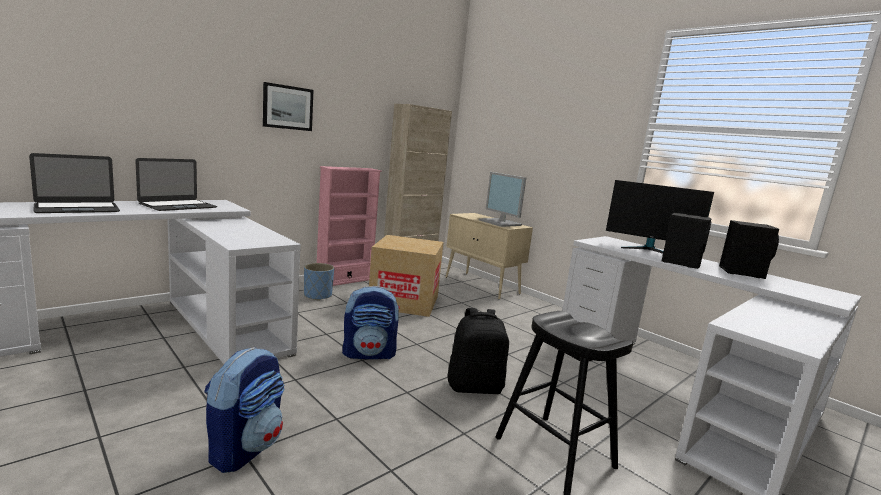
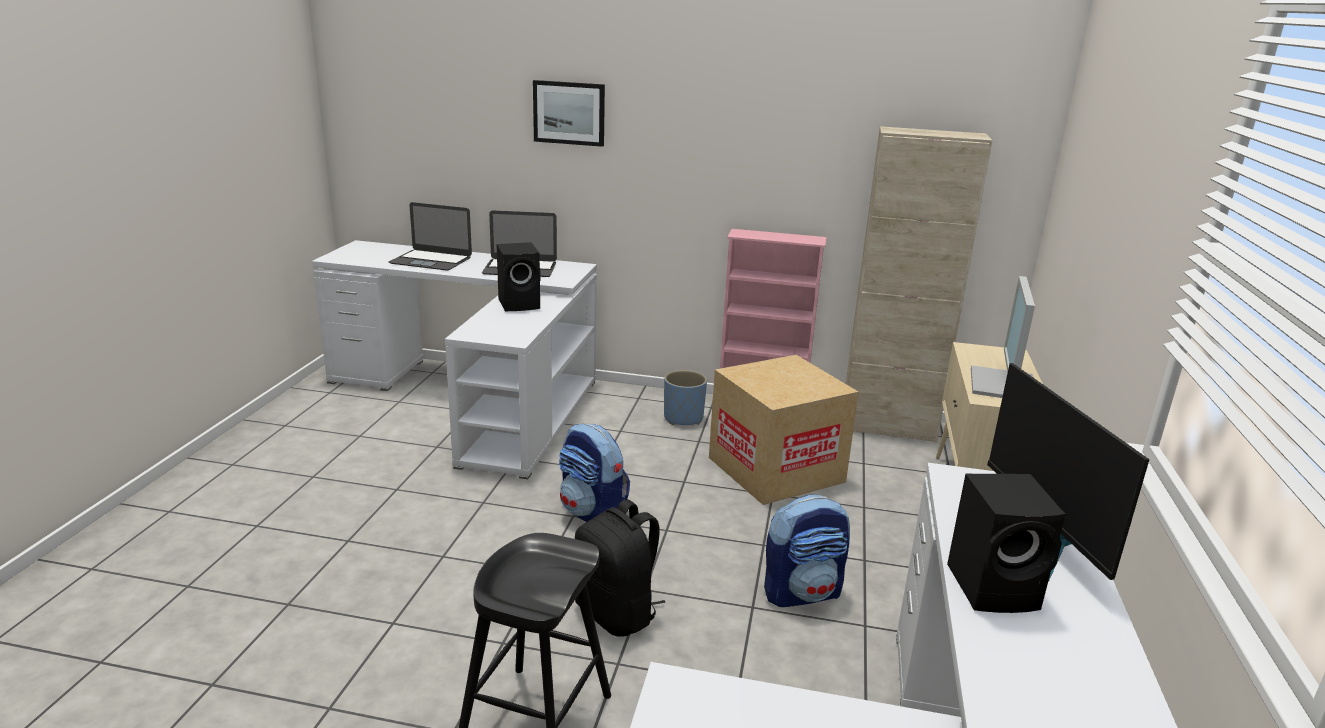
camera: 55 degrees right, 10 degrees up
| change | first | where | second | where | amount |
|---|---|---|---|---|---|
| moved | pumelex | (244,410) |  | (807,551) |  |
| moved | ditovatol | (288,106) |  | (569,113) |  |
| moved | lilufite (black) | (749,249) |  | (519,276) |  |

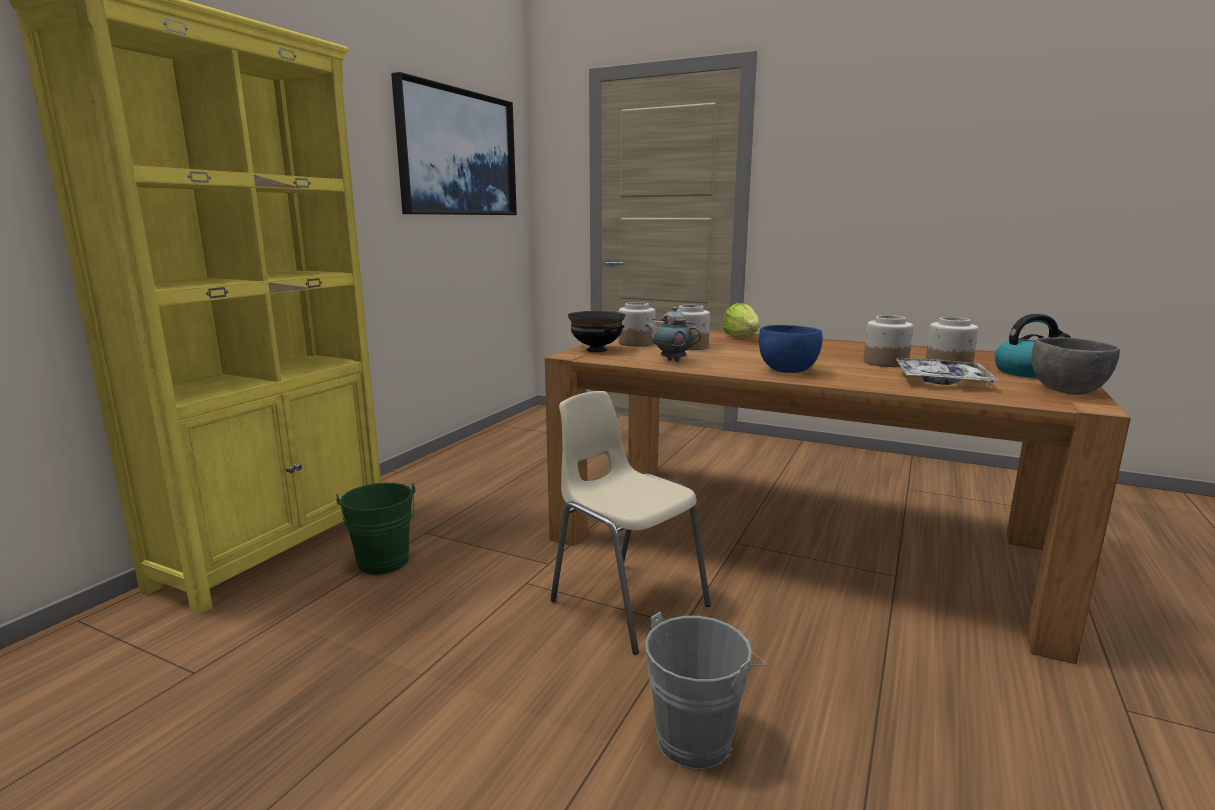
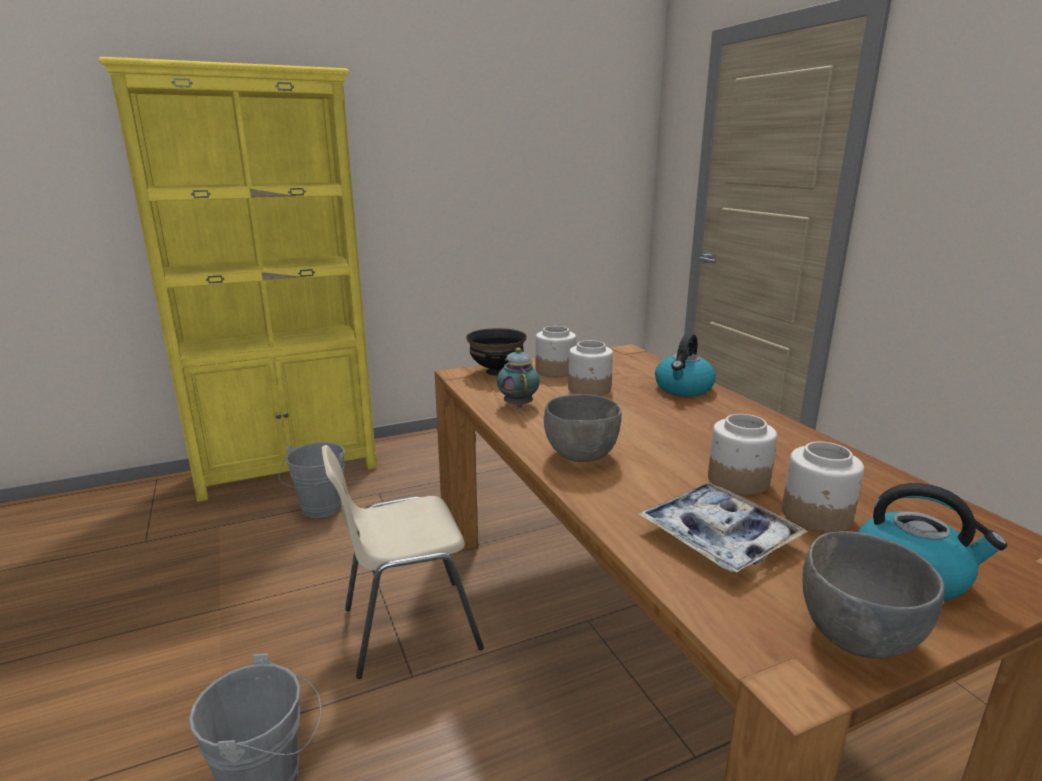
camera: 40 degrees right, 5 degrees up
| change | first | where | second | where | amount |
|---|---|---|---|---|---|
| removed | ditovatol | (454,143) |  |  |  |
| replaced | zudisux | (741,320) | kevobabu | (685,365) |  |
| recoloured | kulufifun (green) | (376,529) | kulufifun (grey) | (312,480) |  |
| recoloured | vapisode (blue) | (791,349) | vapisode (grey) | (583,428) |  |
| turned | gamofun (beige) | (630,523) |  | (403,562) | 105 degrees counterclockwise |

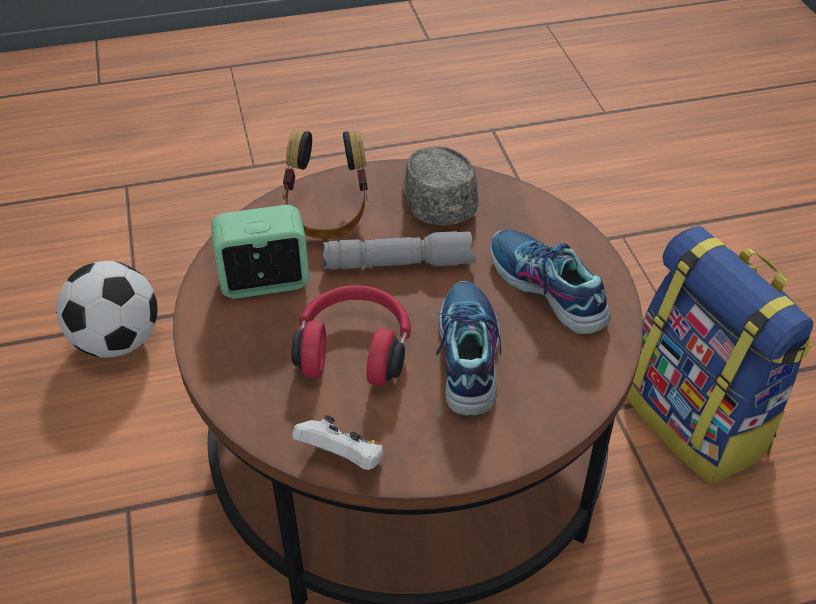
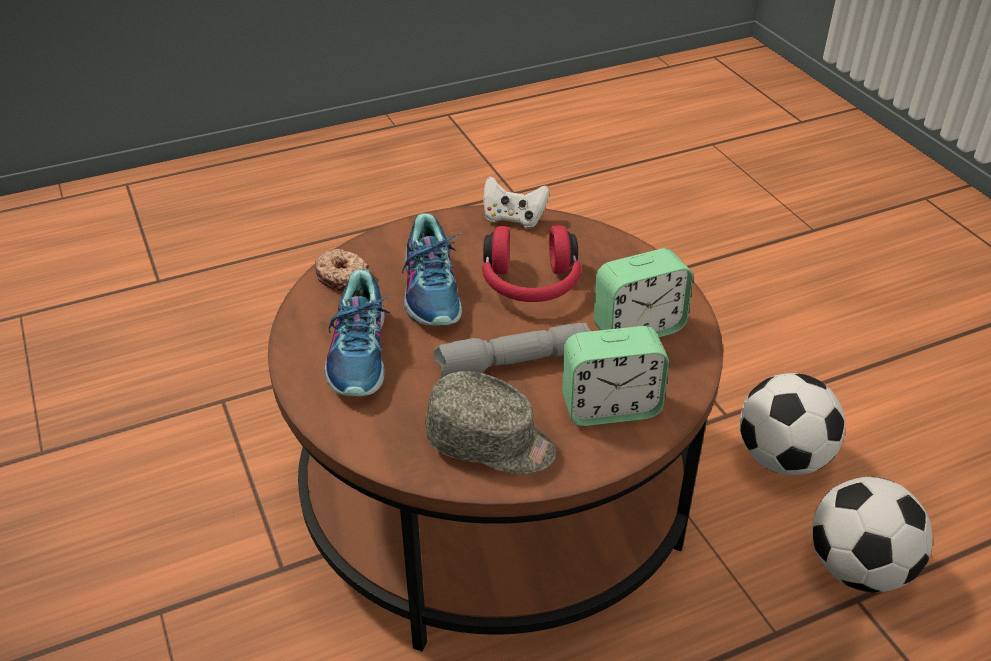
camera: 170 degrees right, 5 degrees down
| change | first | where | second | where | amount |
|---|---|---|---|---|---|
| removed | pumelex | (720,355) |  |  |  |
| added |  |  | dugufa | (342,270) |  |
| added |  |  | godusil | (793,424) |  |
| replaced | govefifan | (325,185) | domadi | (615,376) |  |
| turned | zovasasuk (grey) | (440,185) |  | (490,422) | 45 degrees counterclockwise |
| turned | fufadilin | (550,282) |  | (357,333) | 45 degrees clockwise |

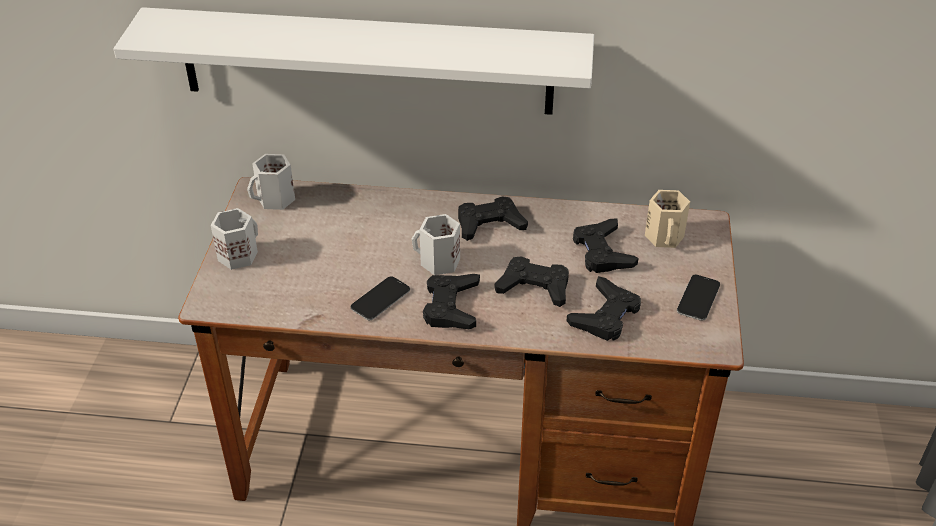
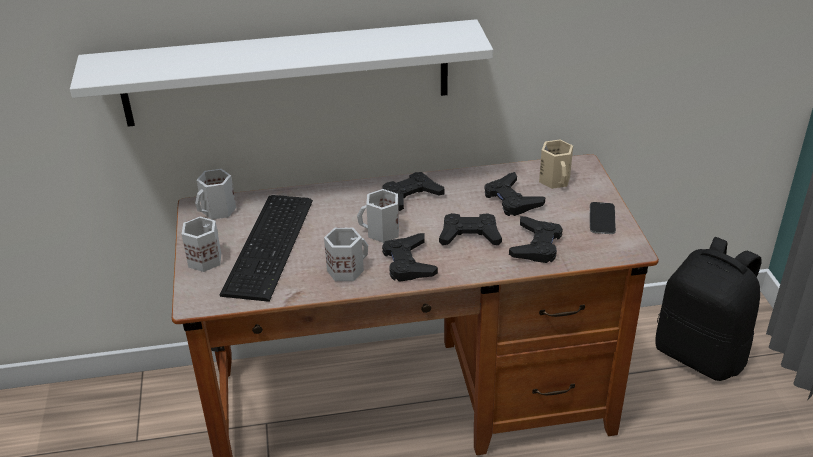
camera: 15 degrees left, 5 degrees down
| change | first | where | second | where | amount |
|---|---|---|---|---|---|
| added |  |  | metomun | (266,248) |  |
| added |  |  | pumelex (black) | (708,309) |  |
| replaced | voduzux | (380,298) | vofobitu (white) | (346,254) |  |

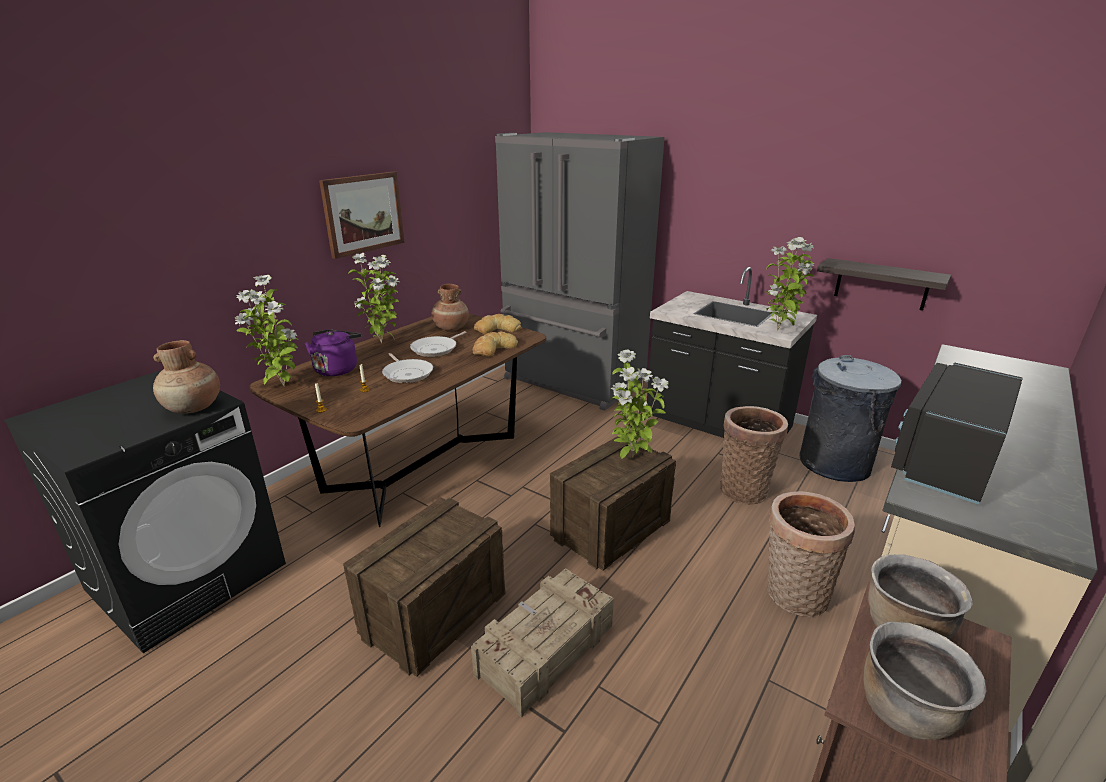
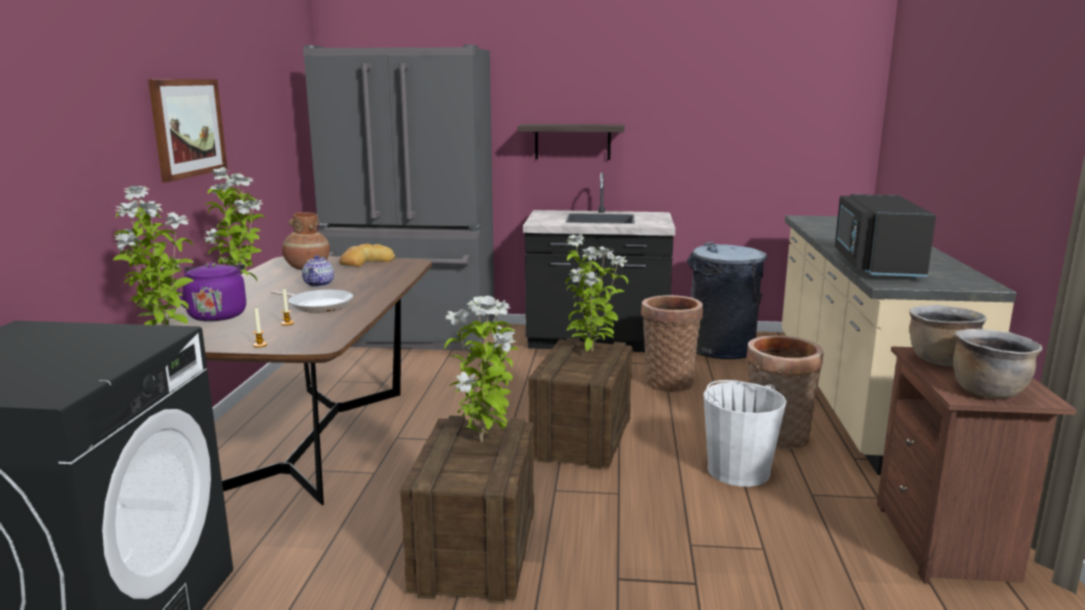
camera: 30 degrees left, 10 degrees down
| change | first | where | second | where | amount |
|---|---|---|---|---|---|
| removed | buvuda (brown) | (186,376) |  |  |  |
| removed | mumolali | (542,643) |  |  |  |
| removed | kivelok | (495,344) |  |  |  |
| added |  |  | kulufifun (white) | (745,433) |  |
| moved | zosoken | (789,284) |  | (481,369) |  |
| moved | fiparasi | (884,284) |  | (571,142) |  |
| replaced | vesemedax | (438,344) | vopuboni | (318,271) |  |

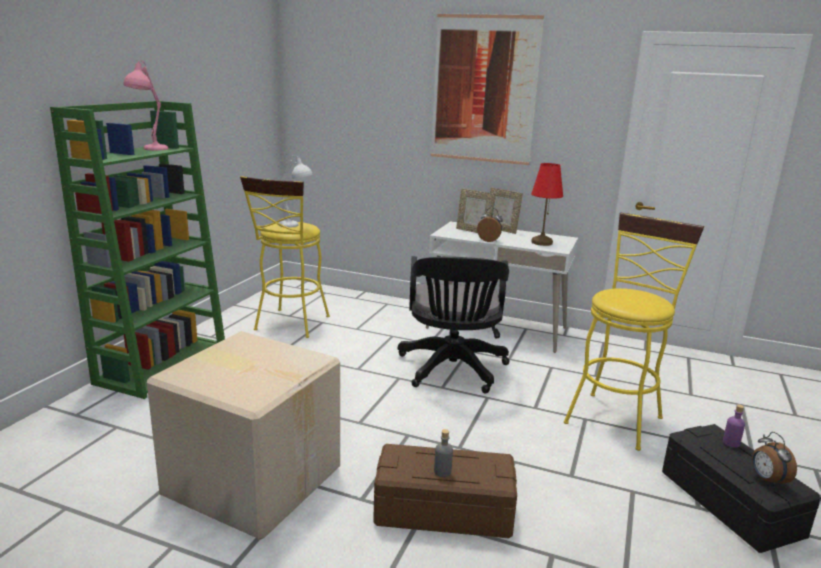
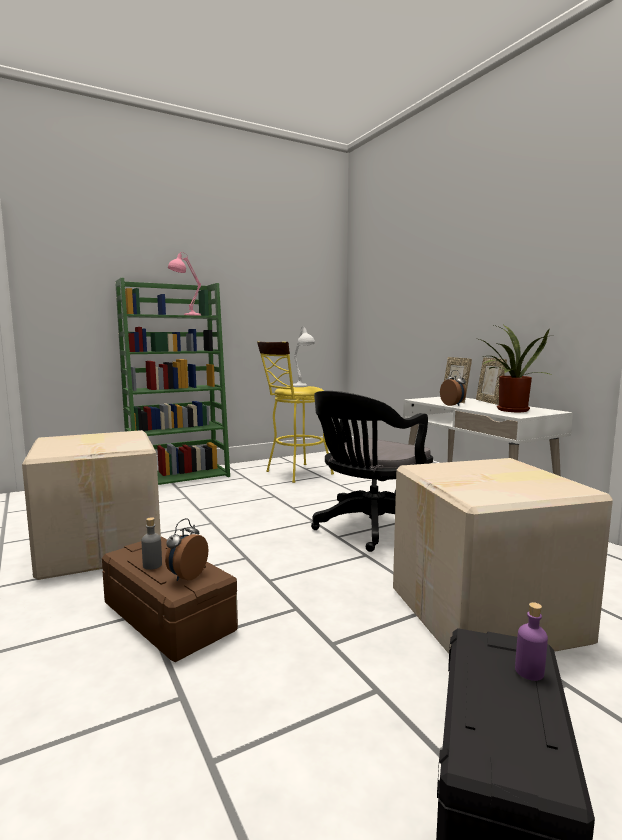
camera: 40 degrees right, 10 degrees down
| change | first | where | second | where | amount |
|---|---|---|---|---|---|
| removed | ditovatol | (487,89) |  |  |  |
| moved | domadi | (774,459) |  | (186,549) |  |
| replaced | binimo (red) | (547,204) | zosoken | (516,368) |  |
| replaced | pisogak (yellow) | (634,331) | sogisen | (503,556) |  |

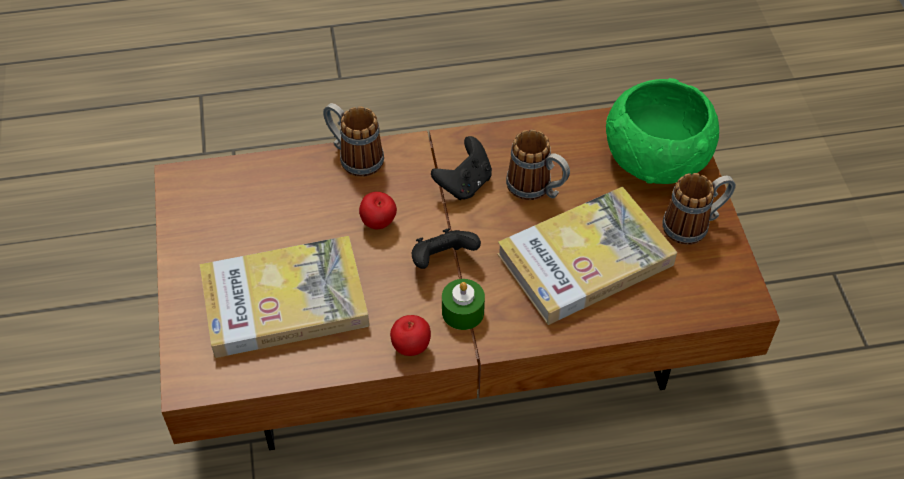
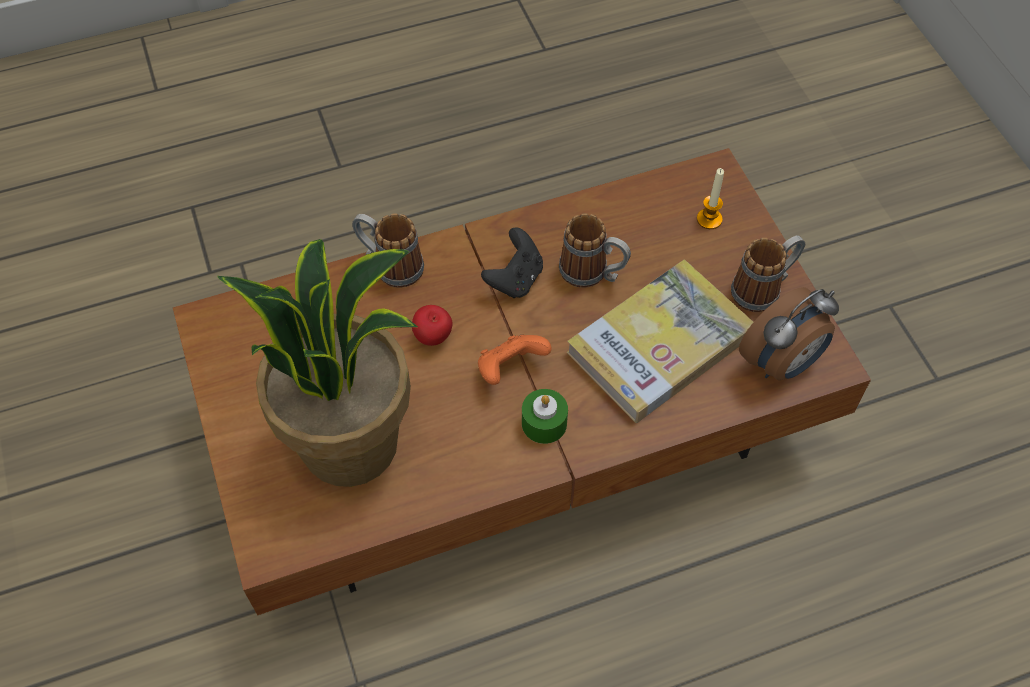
camera: 10 degrees left, 5 degrees up
| change | first | where | second | where | amount |
|---|---|---|---|---|---|
| removed | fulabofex | (410,335) |  |  |  |
| added |  |  | domadi | (789,334) |  |
| replaced | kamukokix | (284,297) | zosoken | (317,363) |  |
| replaced | vapisode (green) | (662,131) | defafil | (710,198) |  |
| recoloured | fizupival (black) | (446,248) | fizupival (orange) | (514,359) |  |

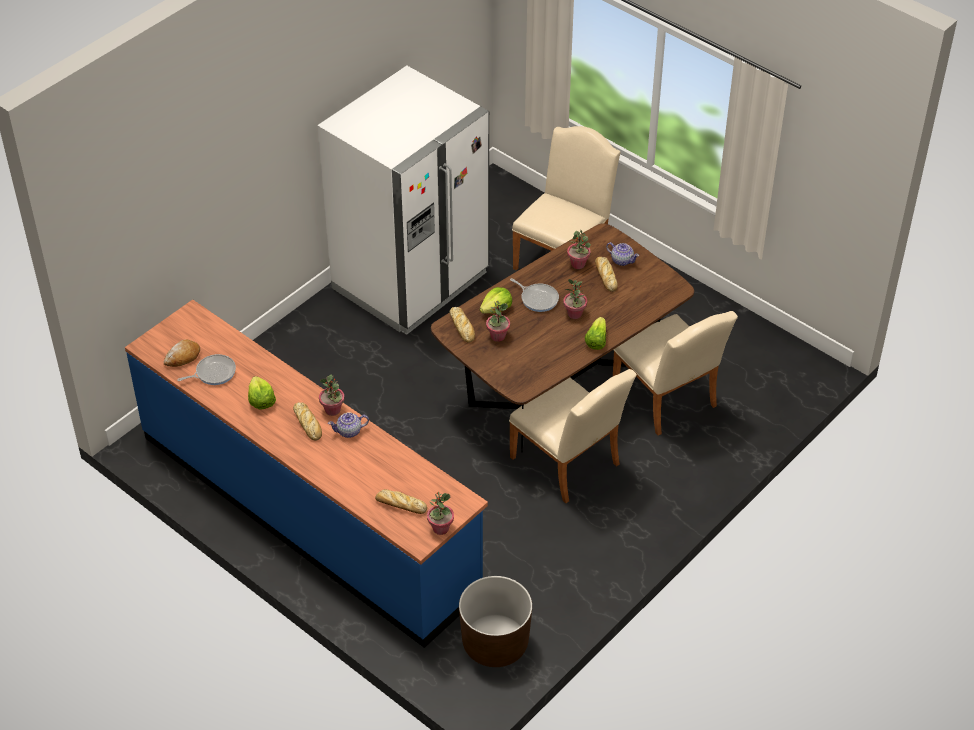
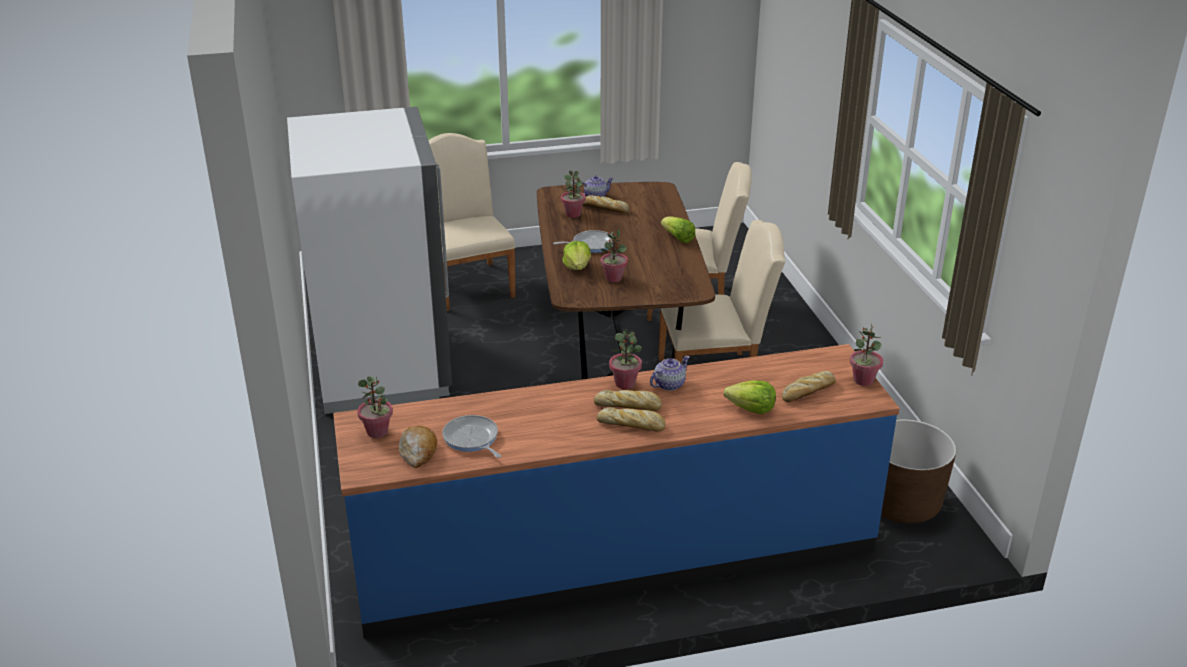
camera: 55 degrees left, 15 degrees down
| change | first | where | second | where | amount |
|---|---|---|---|---|---|
| moved | zudisux | (262,393) |  | (750,397) |  |
| moved | kivelok | (462,325) |  | (631,419) |  |
| moved | zosoken | (575,299) |  | (375,406) |  |
| turned | vesemedax | (206,369) |  | (471,436) | 45 degrees counterclockwise |
| turned | vopuboni | (348,425) |  | (670,373) | 150 degrees counterclockwise |

